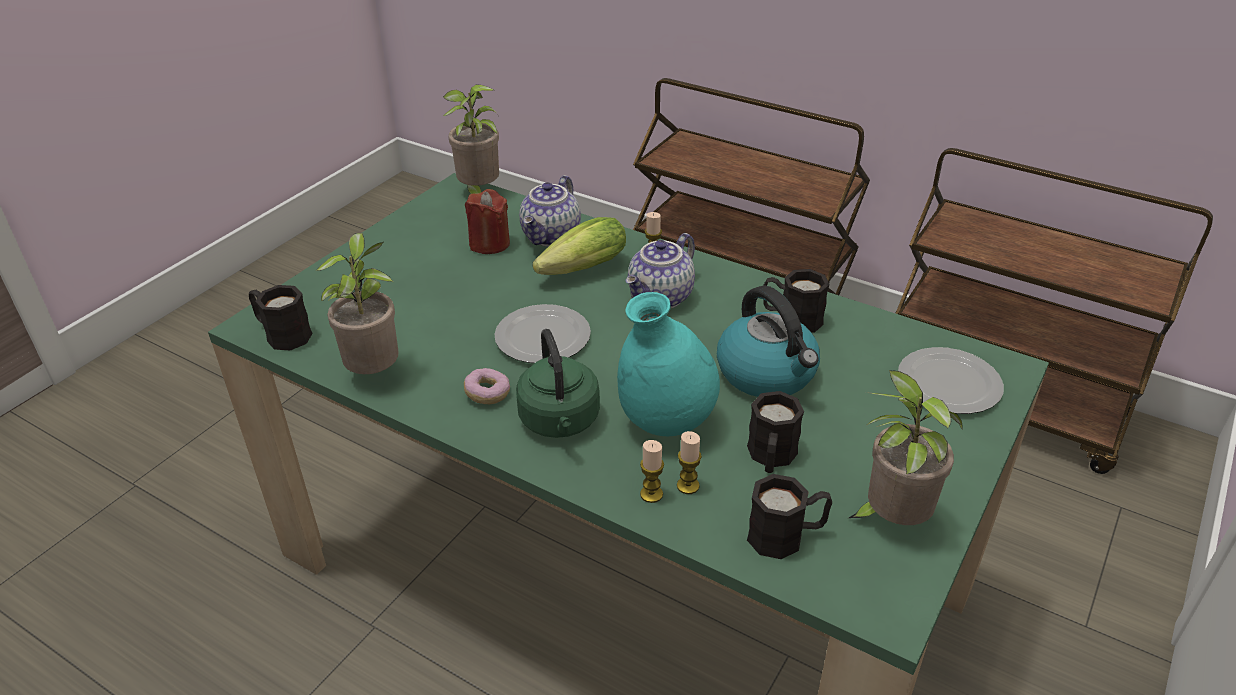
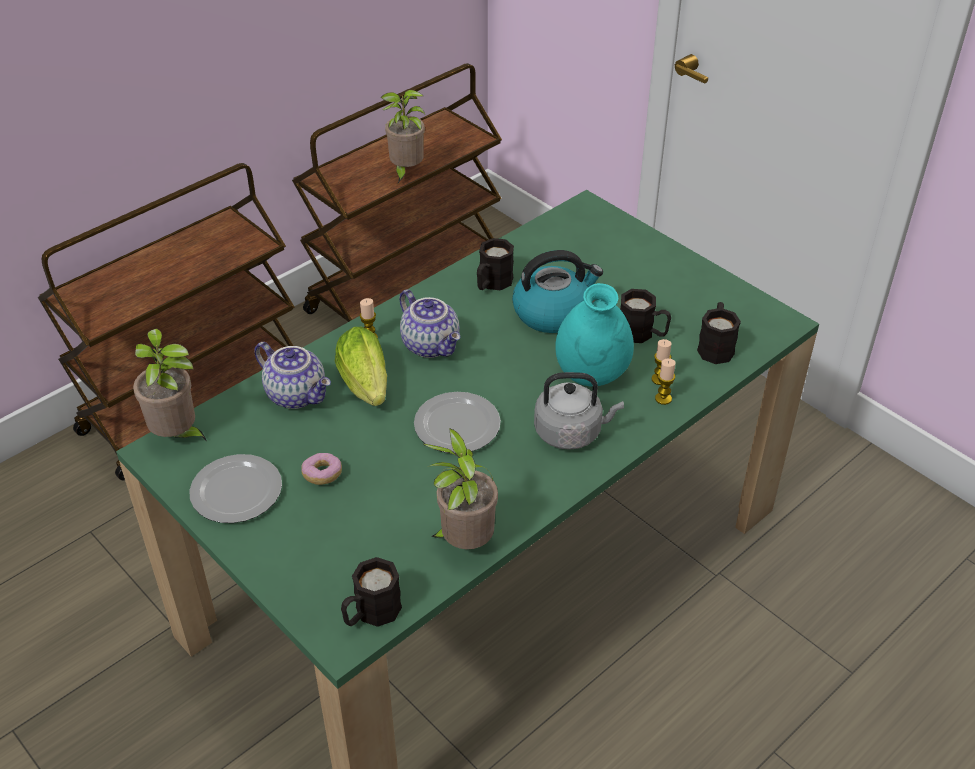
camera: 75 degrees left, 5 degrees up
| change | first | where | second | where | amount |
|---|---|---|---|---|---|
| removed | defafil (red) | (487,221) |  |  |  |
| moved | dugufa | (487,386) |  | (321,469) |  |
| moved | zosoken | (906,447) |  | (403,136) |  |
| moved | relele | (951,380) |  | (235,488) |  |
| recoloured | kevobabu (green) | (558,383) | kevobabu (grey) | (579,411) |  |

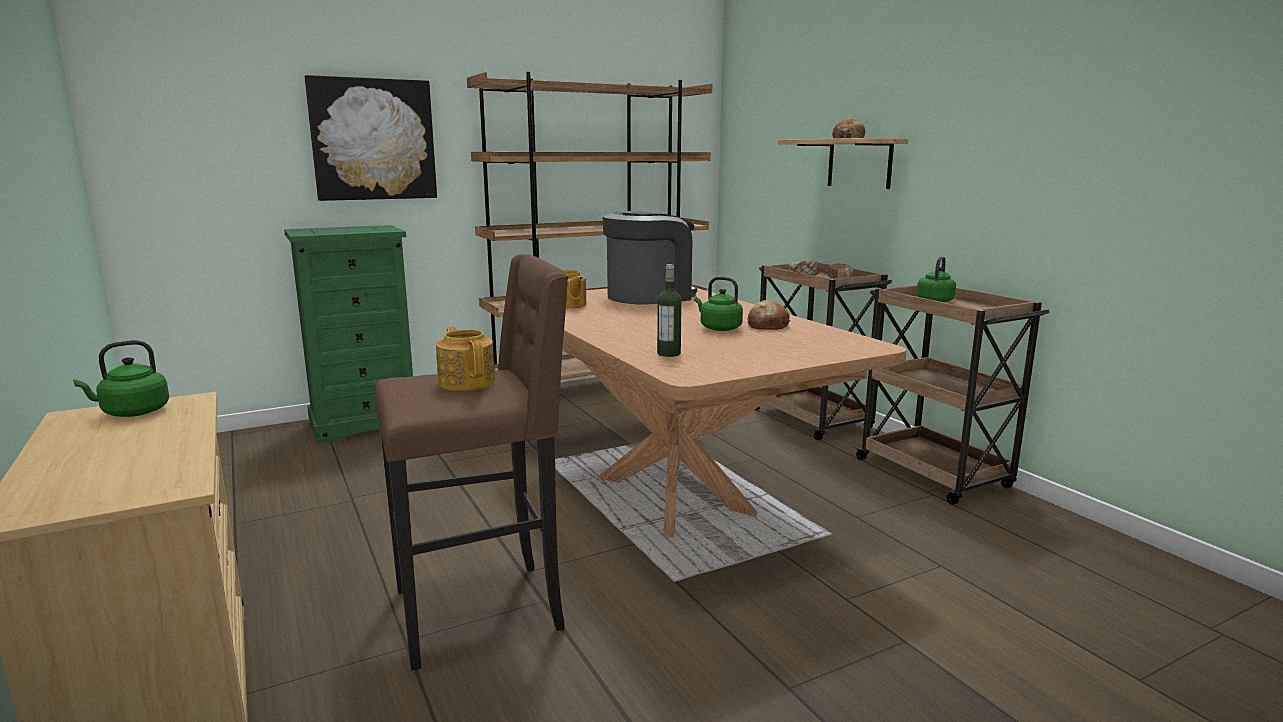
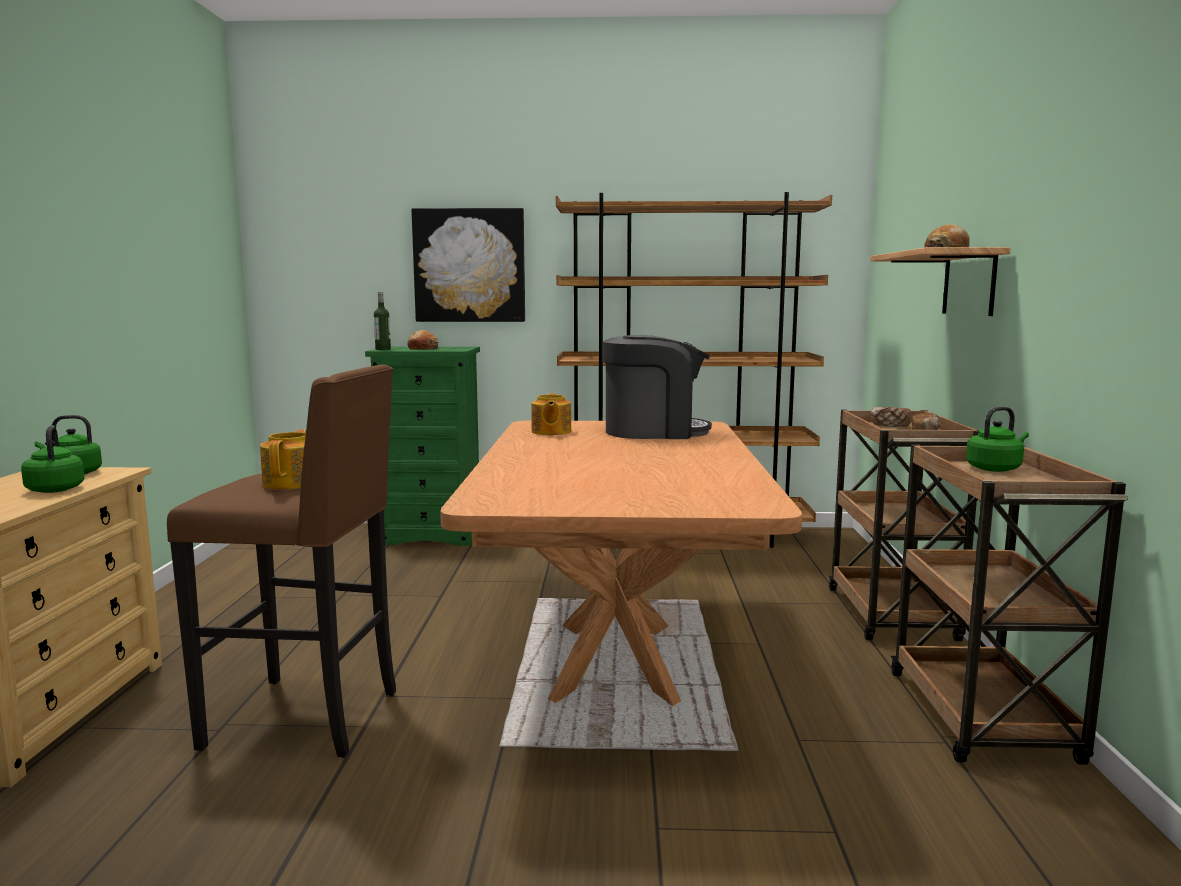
camera: 30 degrees right, 5 degrees down
| change | first | where | second | where | amount |
|---|---|---|---|---|---|
| moved | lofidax | (669,310) |  | (382,321) |  |
| moved | kevobabu (green) | (718,304) |  | (53,459) |  |
| moved | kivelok | (768,315) |  | (423,340) |  |

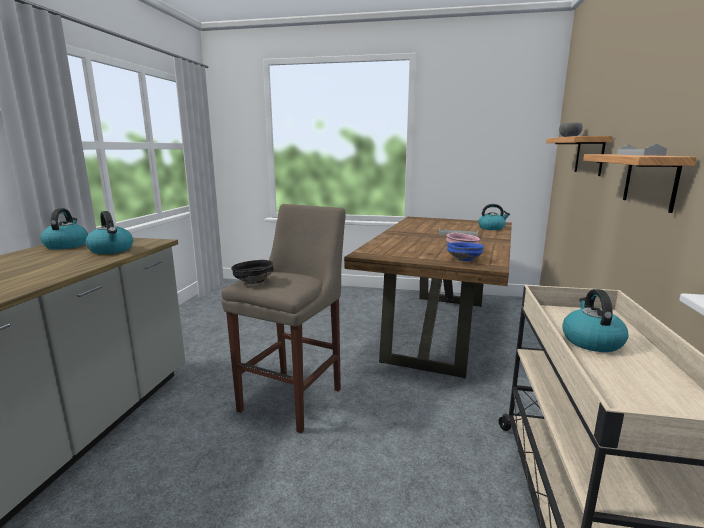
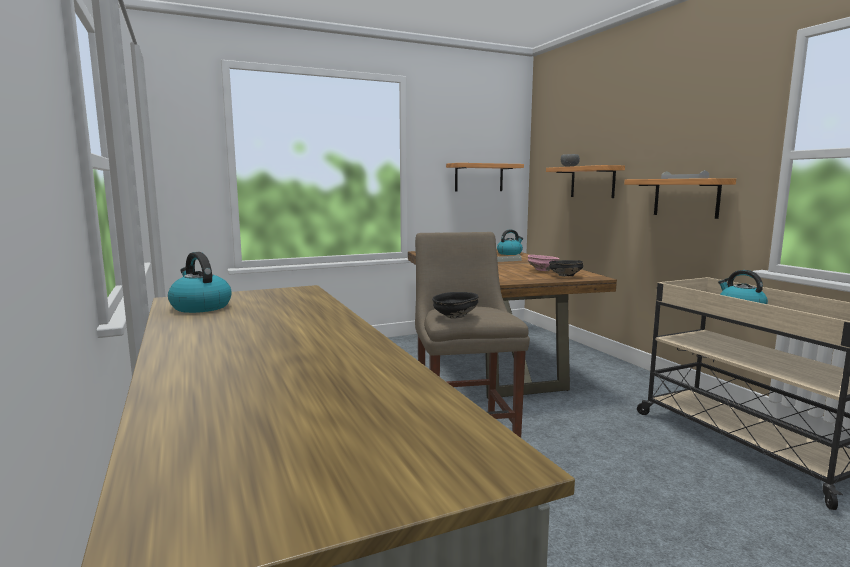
camera: 35 degrees left, 5 degrees down
| change | first | where | second | where | amount |
|---|---|---|---|---|---|
| removed | kevobabu | (109,232) |  |  |  |
| added |  |  | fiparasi | (485,177) |  |
| recoloured | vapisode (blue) | (465,251) | vapisode (black) | (566,268) |  |

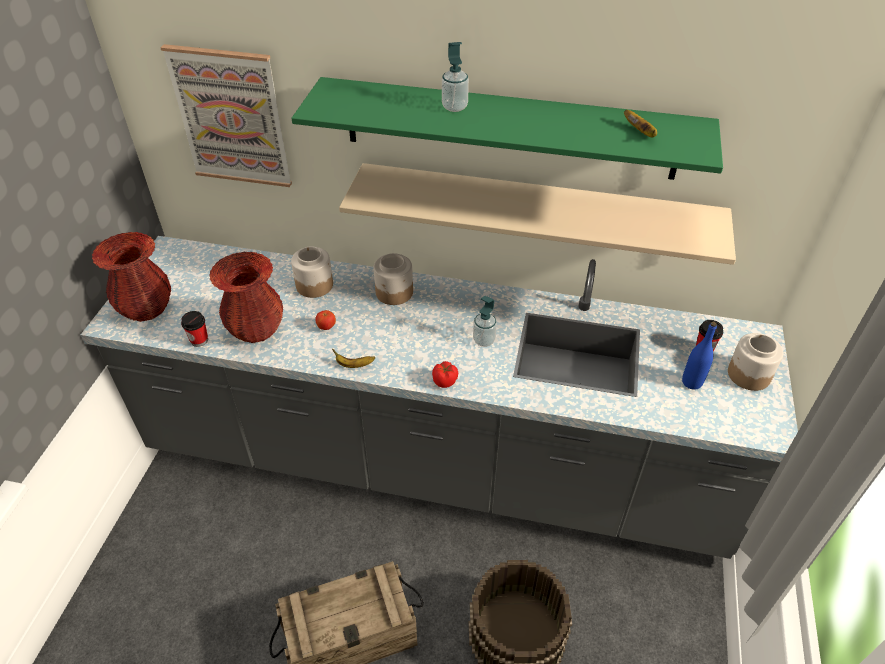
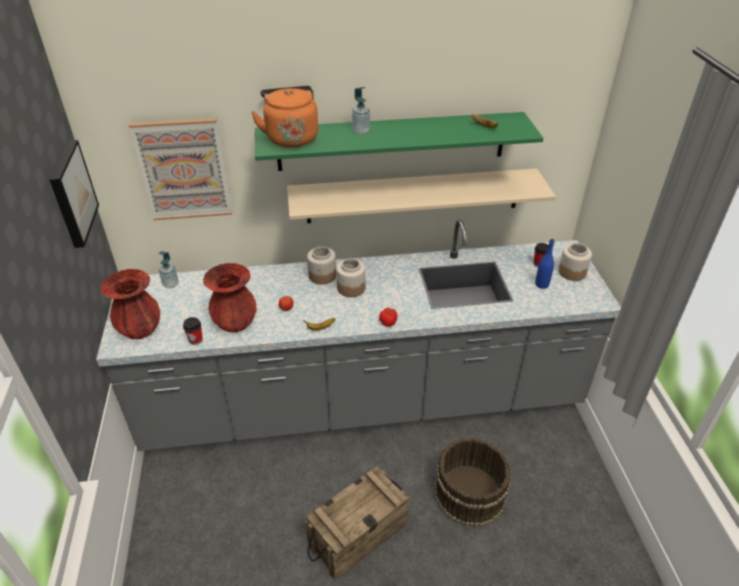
camera: 20 degrees left, 5 degrees down
| change | first | where | second | where | amount |
|---|---|---|---|---|---|
| added |  |  | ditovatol | (74,194) |  |
| added |  |  | kevobabu (orange) | (284,116) |  |
| moved | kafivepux | (312,272) |  | (351,277) |  |
| moved | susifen | (485,321) |  | (168,269) |  |

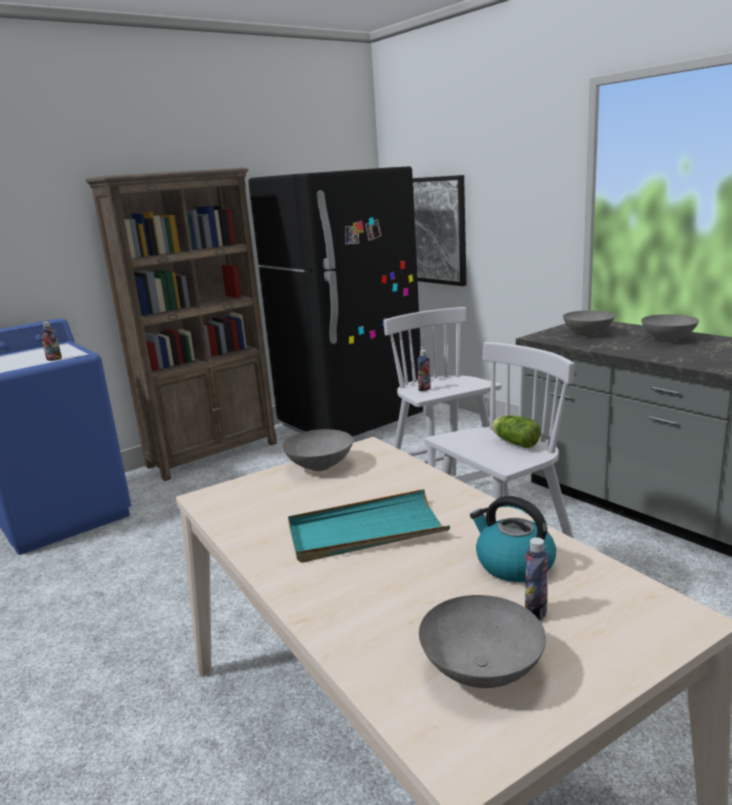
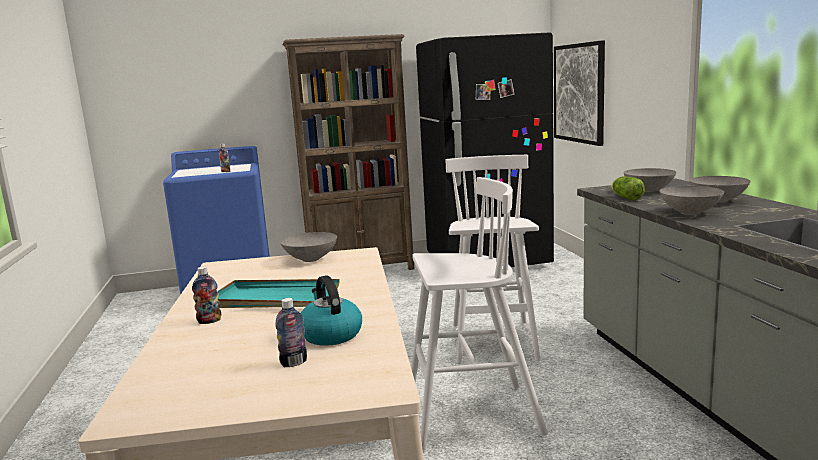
camera: 25 degrees right, 5 degrees down
| change | first | where | second | where | amount |
|---|---|---|---|---|---|
| moved | lofidax | (424,370) |  | (206,295) |  |
| moved | vapisode (grey) | (482,641) |  | (692,200) |  |
| moved | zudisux | (515,431) |  | (628,188) |  |

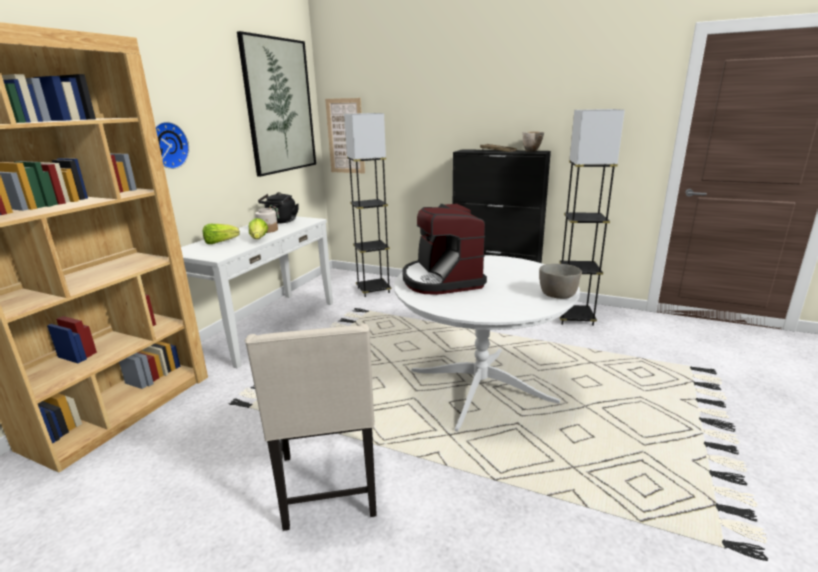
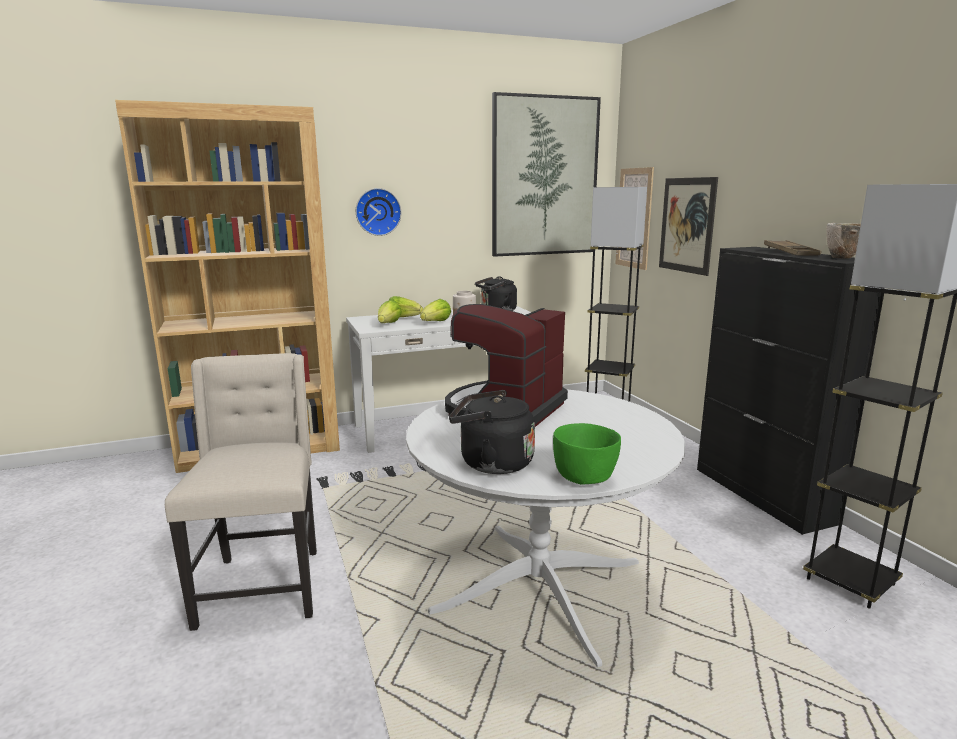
camera: 45 degrees right, 5 degrees down
| change | first | where | second | where | amount |
|---|---|---|---|---|---|
| added |  |  | zudisux | (390,311) |  |
| added |  |  | kevobabu (black) | (492,432) |  |
| added |  |  | ditovatol | (688,226) |  |
| recoloured | vapisode (grey) | (560,281) | vapisode (green) | (587,454) |  |
| turned | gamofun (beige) | (311,427) |  | (241,492) | 135 degrees clockwise |

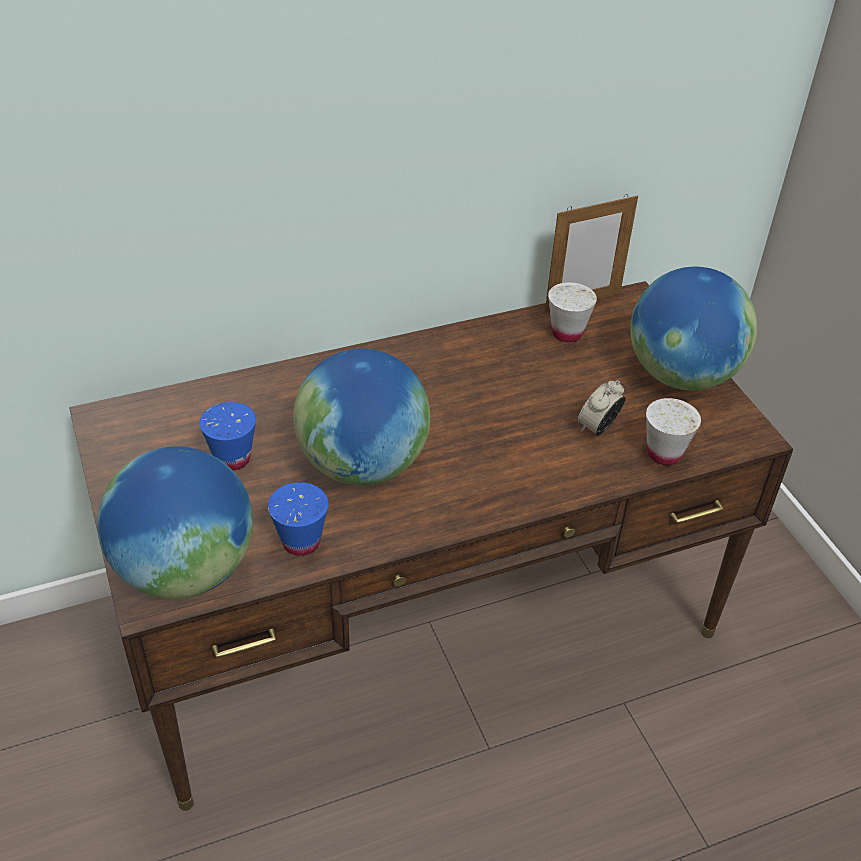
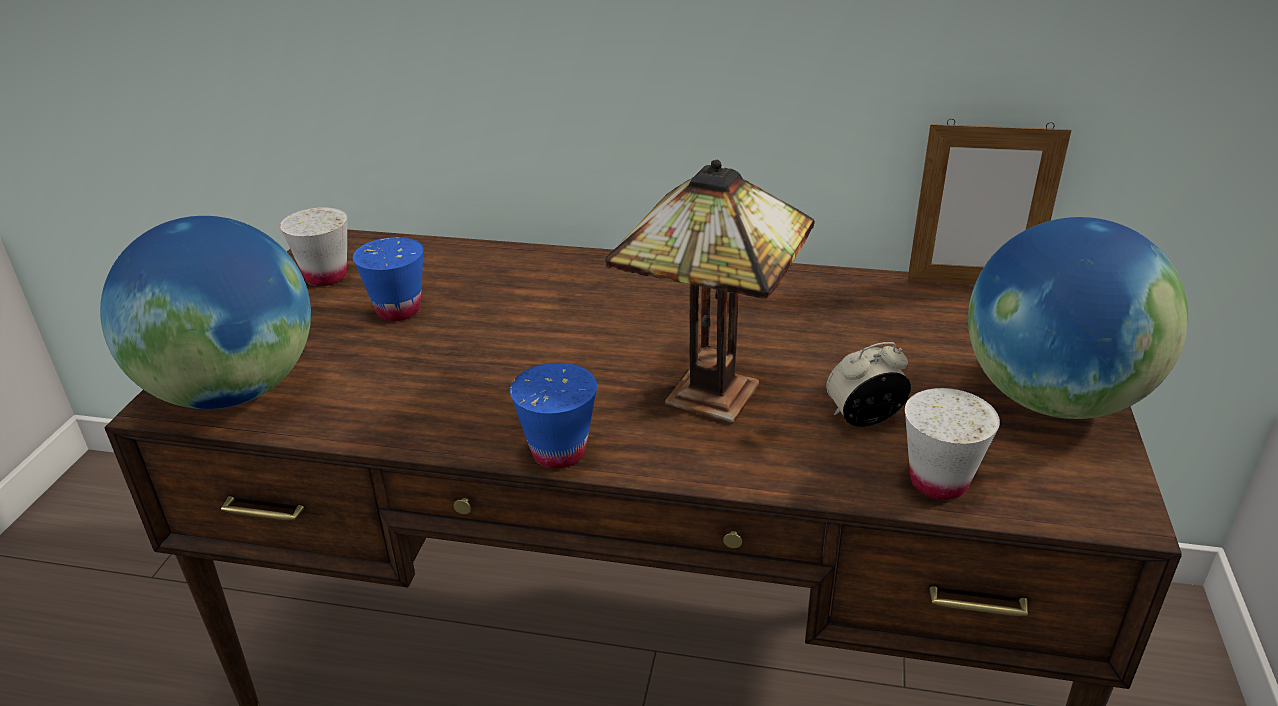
camera: 35 degrees right, 10 degrees down
| change | first | where | second | where | amount |
|---|---|---|---|---|---|
| removed | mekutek | (361,417) |  |  |  |
| added |  |  | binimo | (710,291) |  |
| moved | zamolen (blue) | (298,519) |  | (553,416) |  |
| moved | zamolen (white) | (572,312) |  | (314,246) |  |

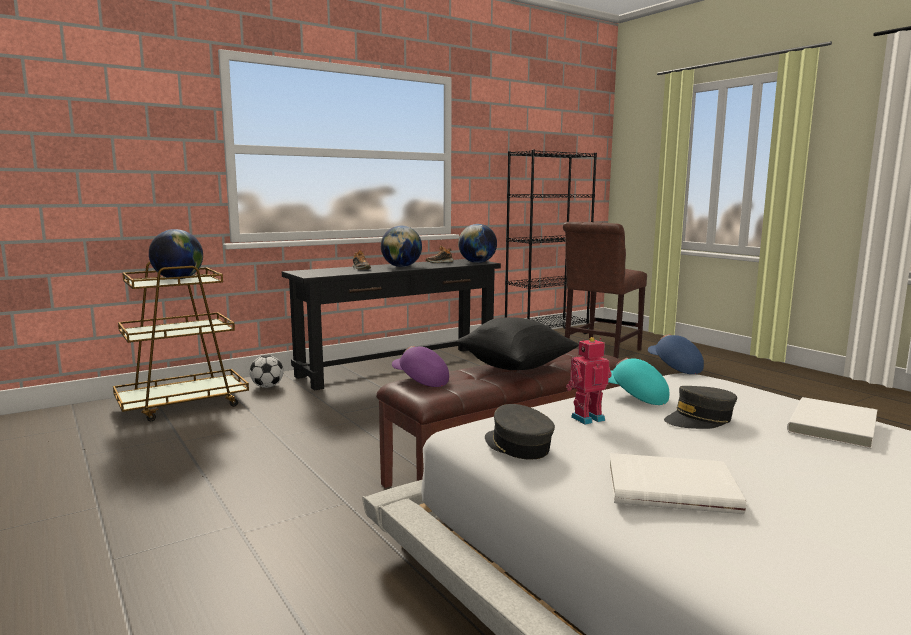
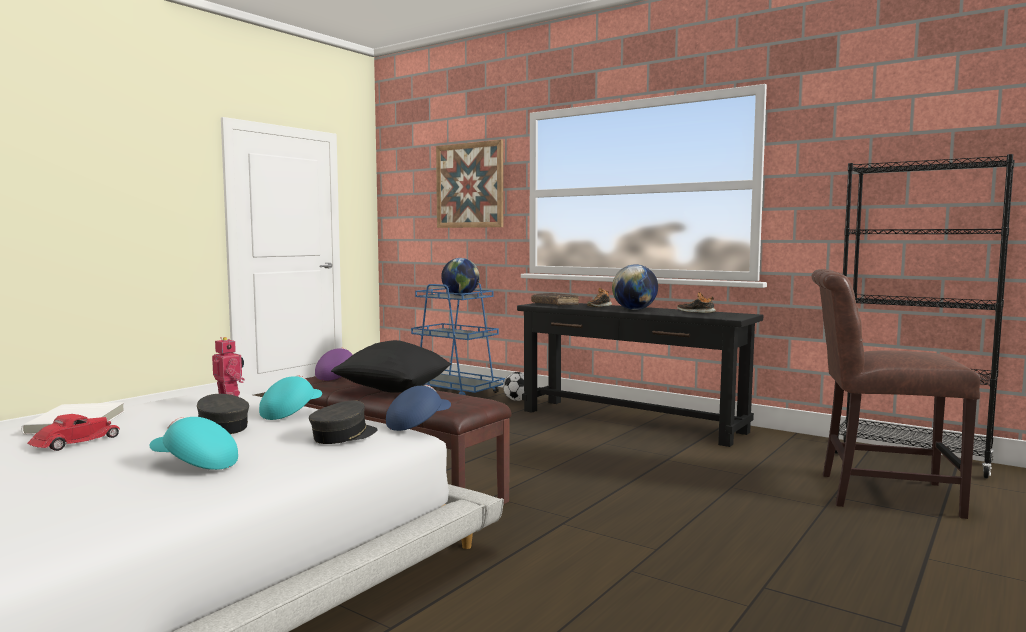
camera: 70 degrees right, 5 degrees down
| change | first | where | second | where | amount |
|---|---|---|---|---|---|
| removed | mekutek | (477,243) |  |  |  |
| added |  |  | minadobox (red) | (73,432) |  |
| added |  |  | ditovatol | (469,184) |  |
| added |  |  | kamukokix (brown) | (555,299) |  |
| moved | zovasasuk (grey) | (520,432) |  | (343,422) |  |
| replaced | kamukokix (white) | (832,423) | zovasasuk (turquoise) | (193,443) |  |
| recoloured | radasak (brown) | (181,341) | radasak (blue) | (458,339) |  |

